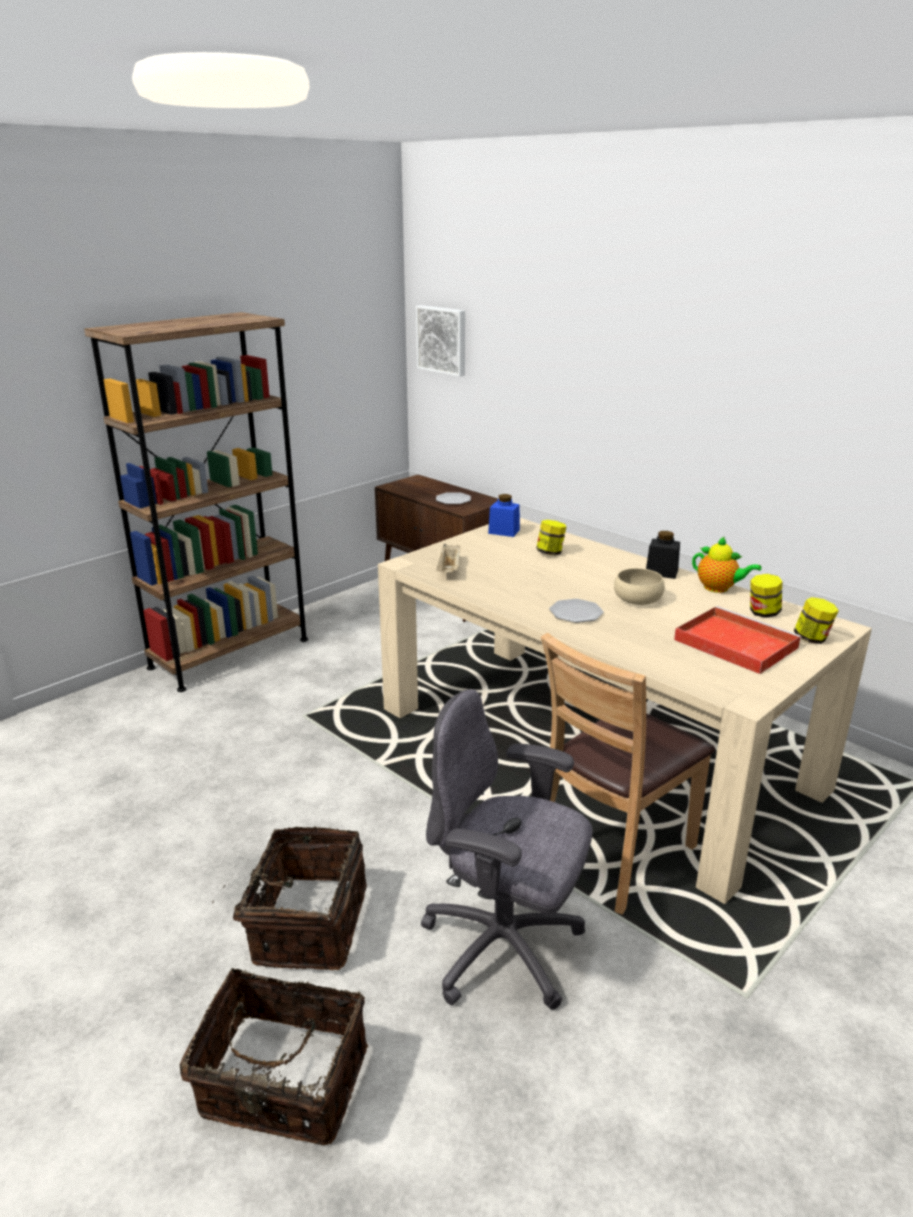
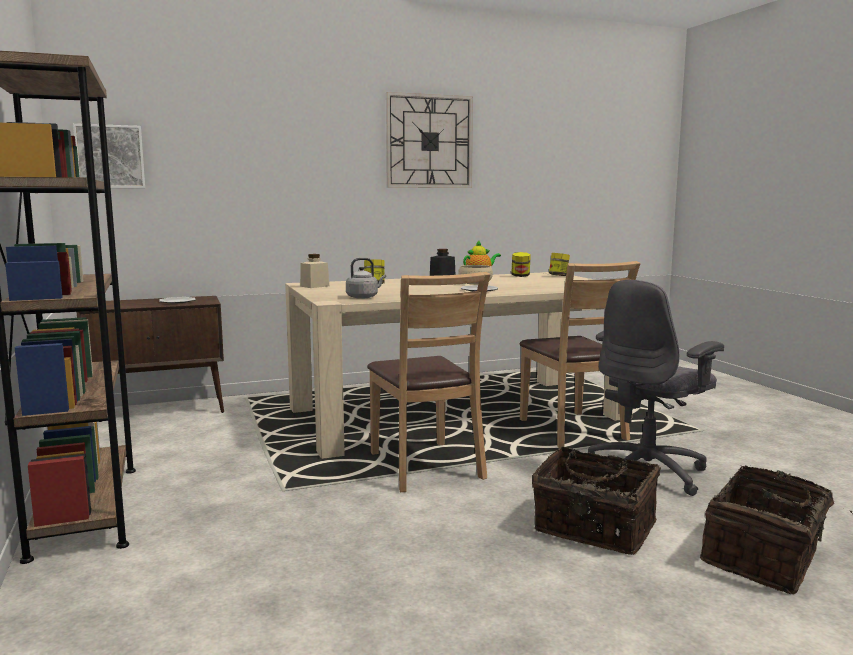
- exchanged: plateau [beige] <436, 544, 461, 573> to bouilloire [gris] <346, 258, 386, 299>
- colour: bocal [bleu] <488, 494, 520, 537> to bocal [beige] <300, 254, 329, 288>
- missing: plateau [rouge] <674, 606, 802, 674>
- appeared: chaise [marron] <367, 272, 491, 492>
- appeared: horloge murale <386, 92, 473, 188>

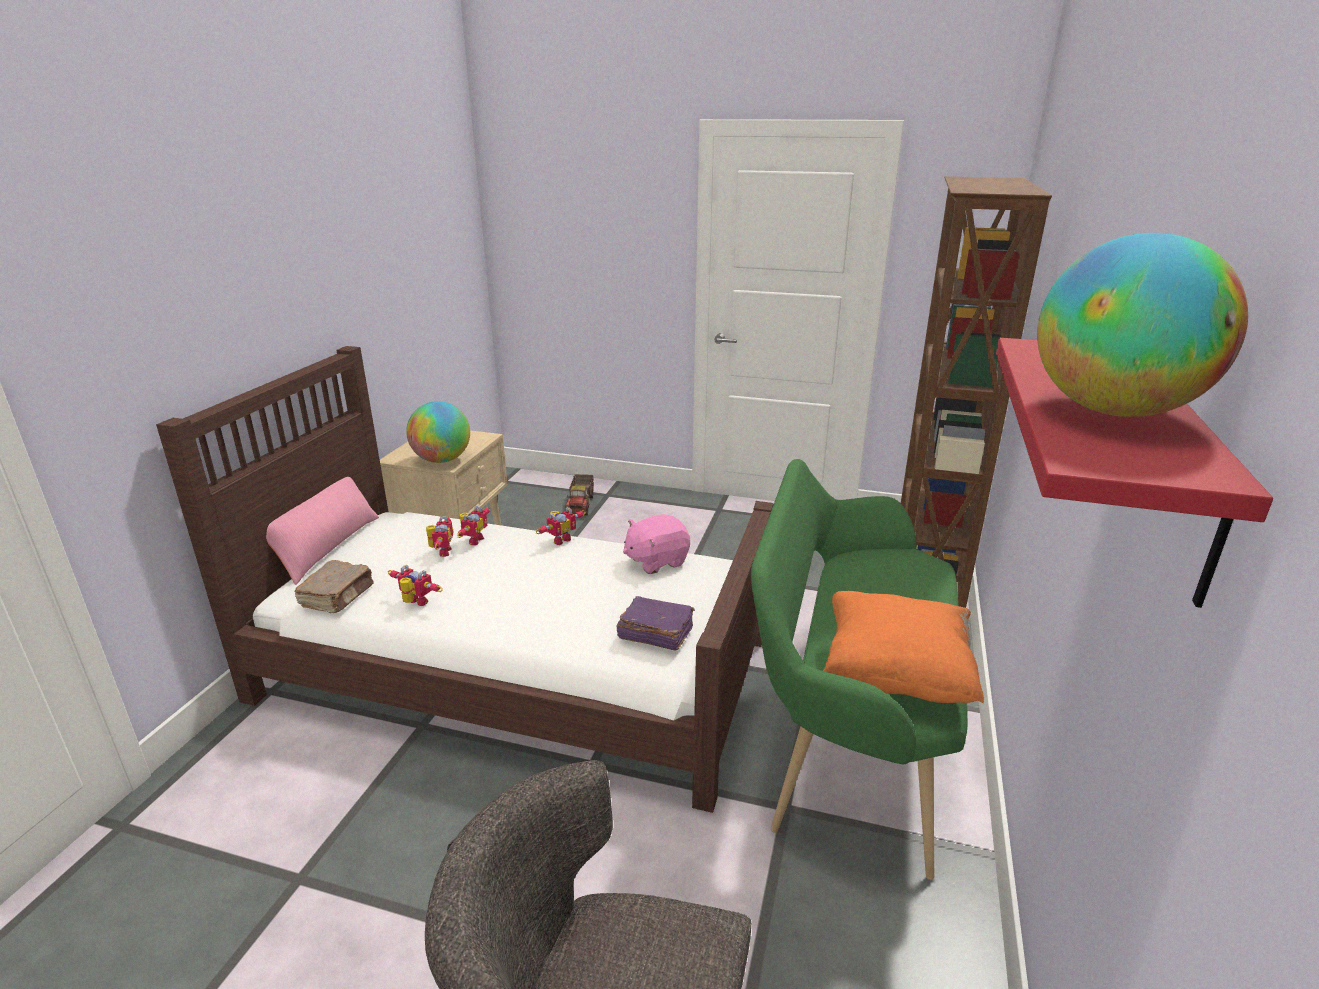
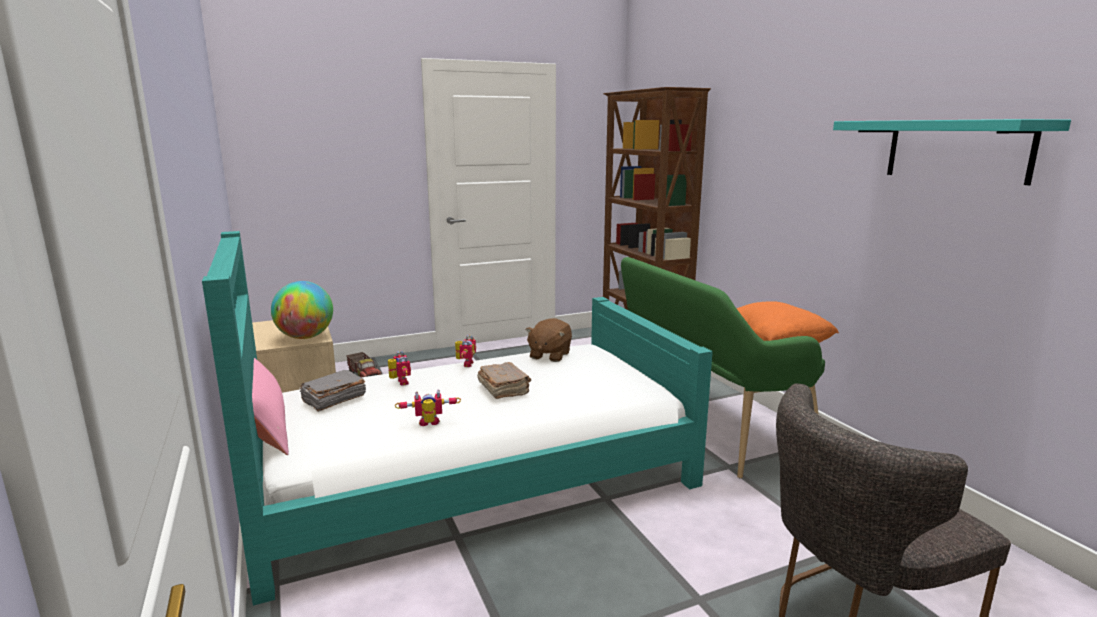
- colour: lit [marron] <156, 346, 773, 813> to lit [turquoise] <202, 231, 713, 606>
- relocated: livre [marron] <294, 560, 374, 613> to <477, 362, 531, 399>
- missing: robot jouet <426, 516, 453, 557>
- missing: livre [violet] <616, 596, 695, 651>
- colour: peluche [rose] <623, 514, 690, 574> to peluche [marron] <525, 318, 572, 362>
- colour: étagère [rouge] <996, 338, 1273, 608> to étagère [turquoise] <833, 119, 1071, 185>
- missing: globe <1037, 233, 1248, 417>
- appeared: livre [gris] <299, 370, 366, 412>

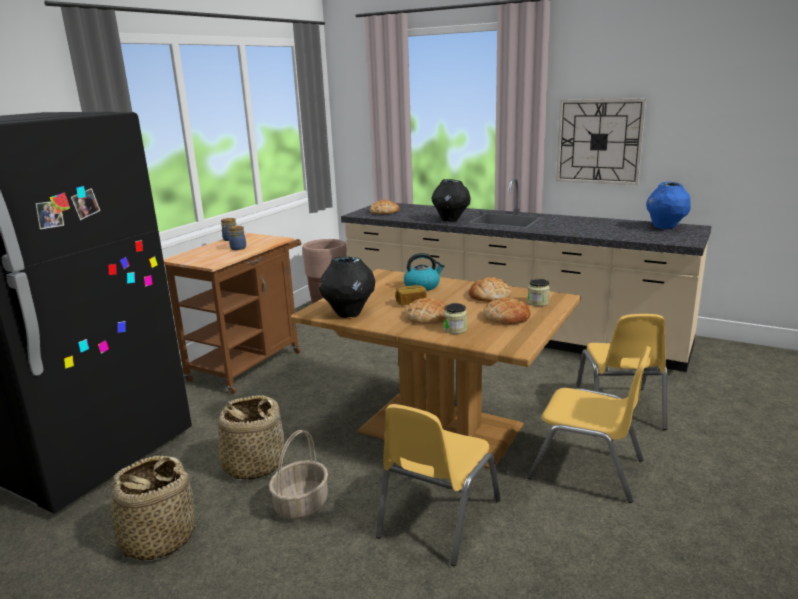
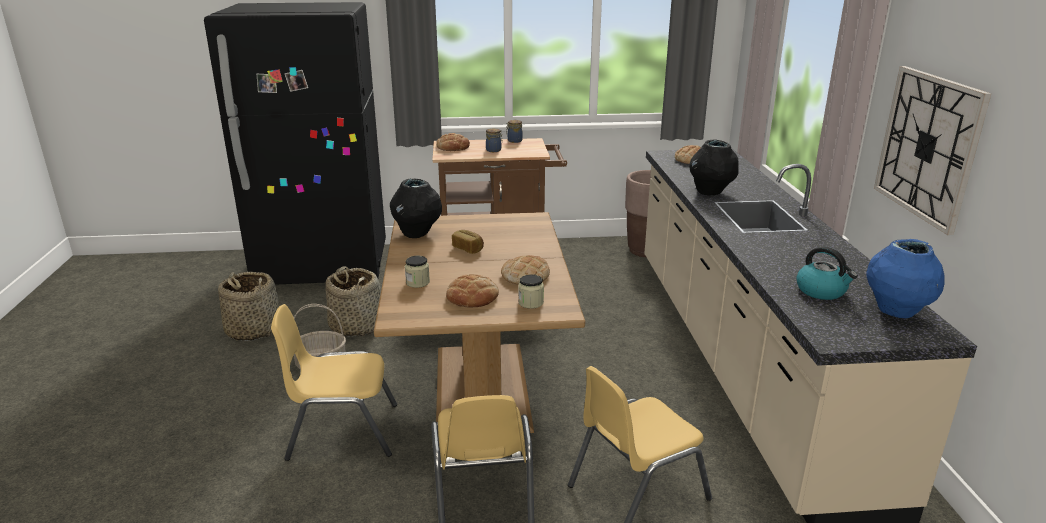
- relocated: bouilloire <404, 253, 445, 291> to <796, 246, 858, 300>
- relocated: pain <405, 297, 446, 324> to <436, 133, 470, 151>

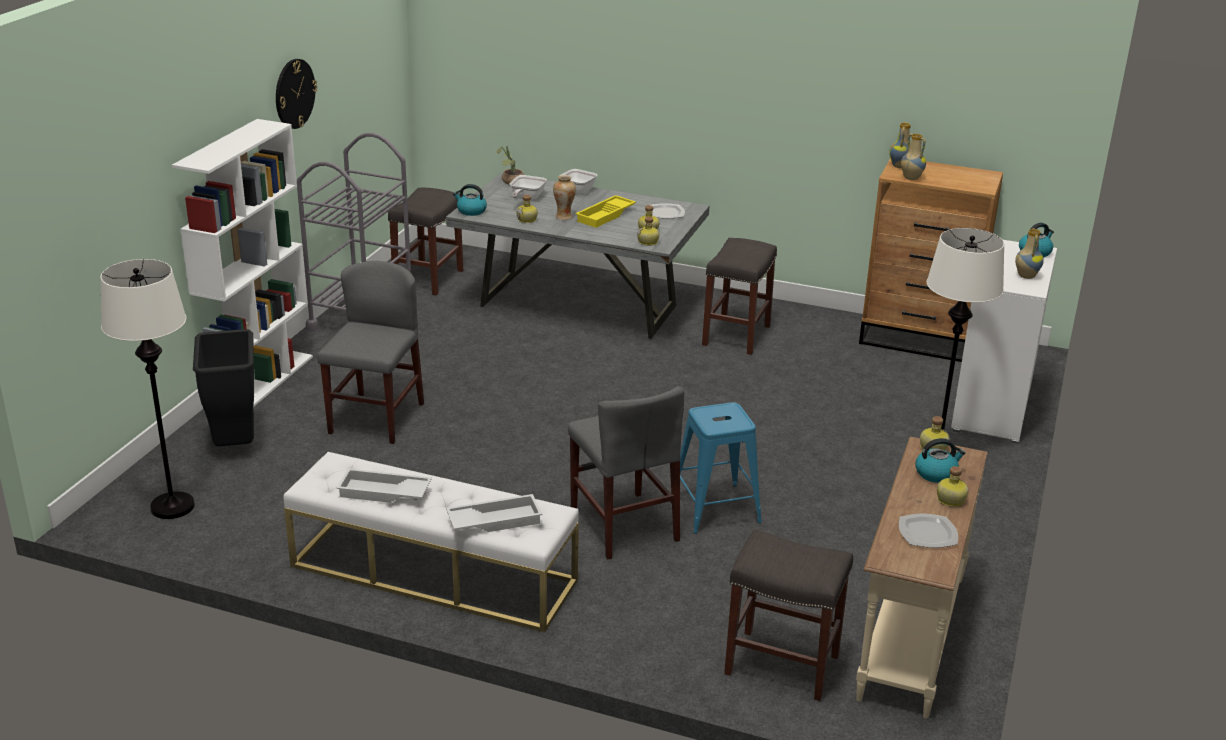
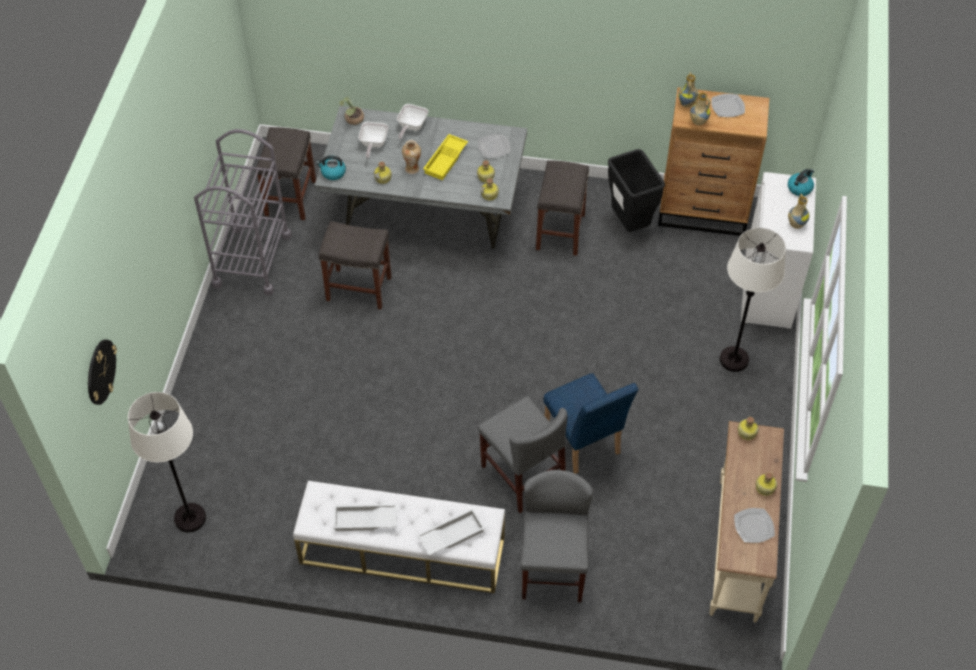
- missing: bibliothèque [blanc] <172, 119, 313, 407>
- relocated: poubelle [noir] <193, 329, 255, 447> to <608, 149, 665, 232>
- relocated: horloge murale <276, 59, 317, 129> to <88, 339, 117, 405>
- relocated: chaise [gris] <317, 261, 424, 444> to <521, 470, 593, 602>
- exchanged: tabouret [bleu] <680, 402, 762, 534> to chaise [bleu] <543, 373, 639, 474>
- relocated: tabouret [gris] <724, 529, 853, 701> to <319, 221, 392, 310>
- missing: bouilloire <915, 438, 965, 483>
- appeared: assiette <711, 94, 745, 117>

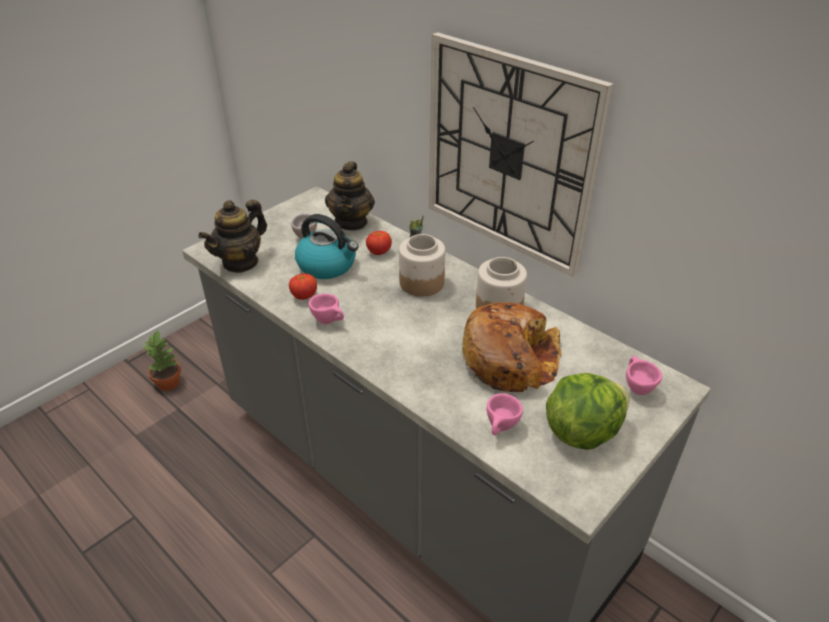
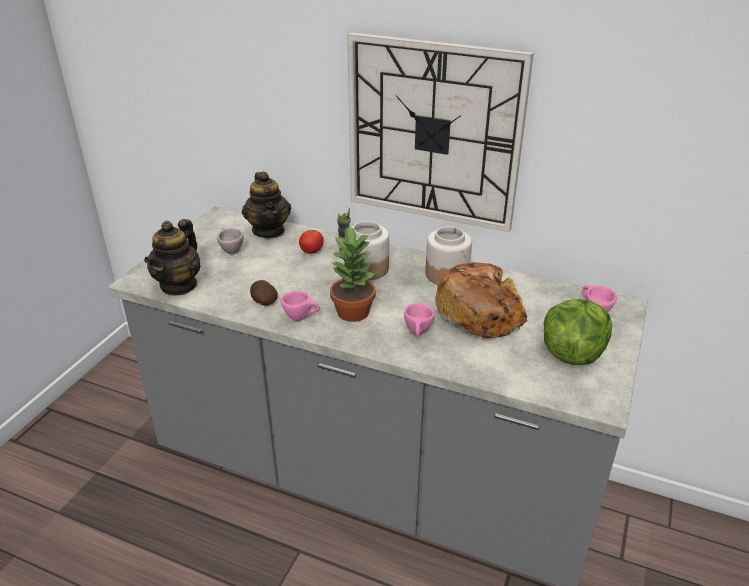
- relocated: plante en pot <142, 331, 181, 391> to <330, 224, 375, 322>
- exchanged: tomate <289, 274, 317, 300> to pomme de terre <250, 280, 278, 306>
- missing: bouilloire <295, 214, 358, 279>
- relocated: tasse [rose] <487, 393, 523, 435> to <404, 303, 435, 336>

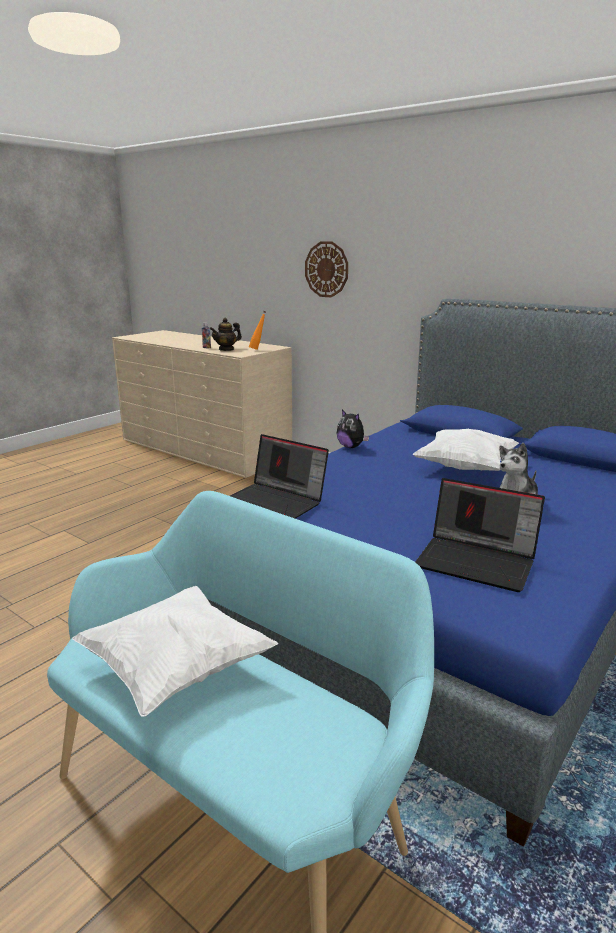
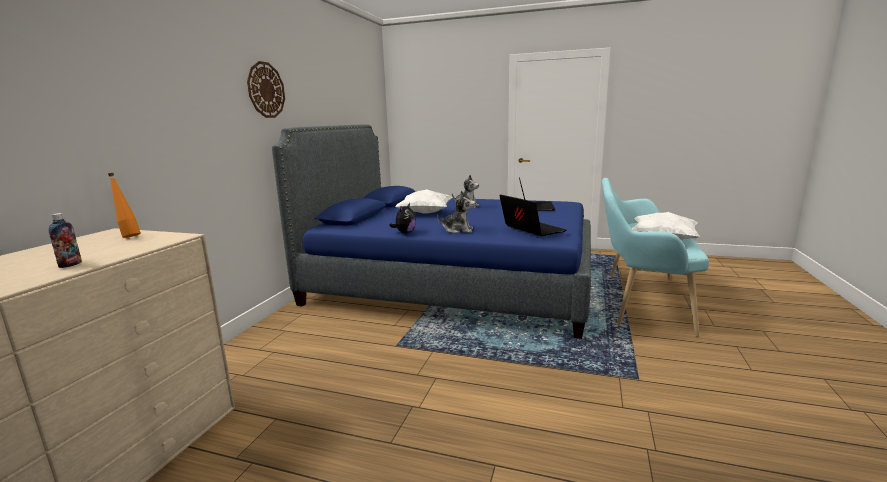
- missing: théière <210, 318, 242, 351>
- spun: ordinateur portable <230, 434, 329, 519> = <500, 194, 566, 236> 45 degrees counterclockwise
- relocated: horloge murale <305, 241, 348, 297> to <247, 61, 285, 118>
- appeared: peluche <437, 191, 475, 234>

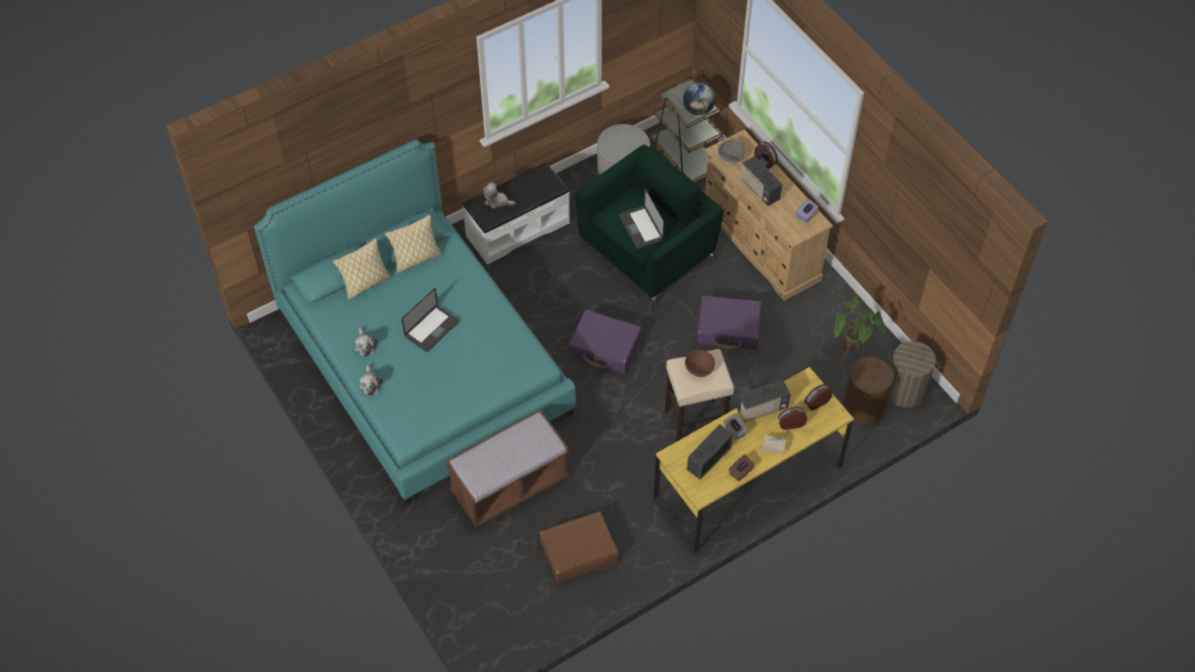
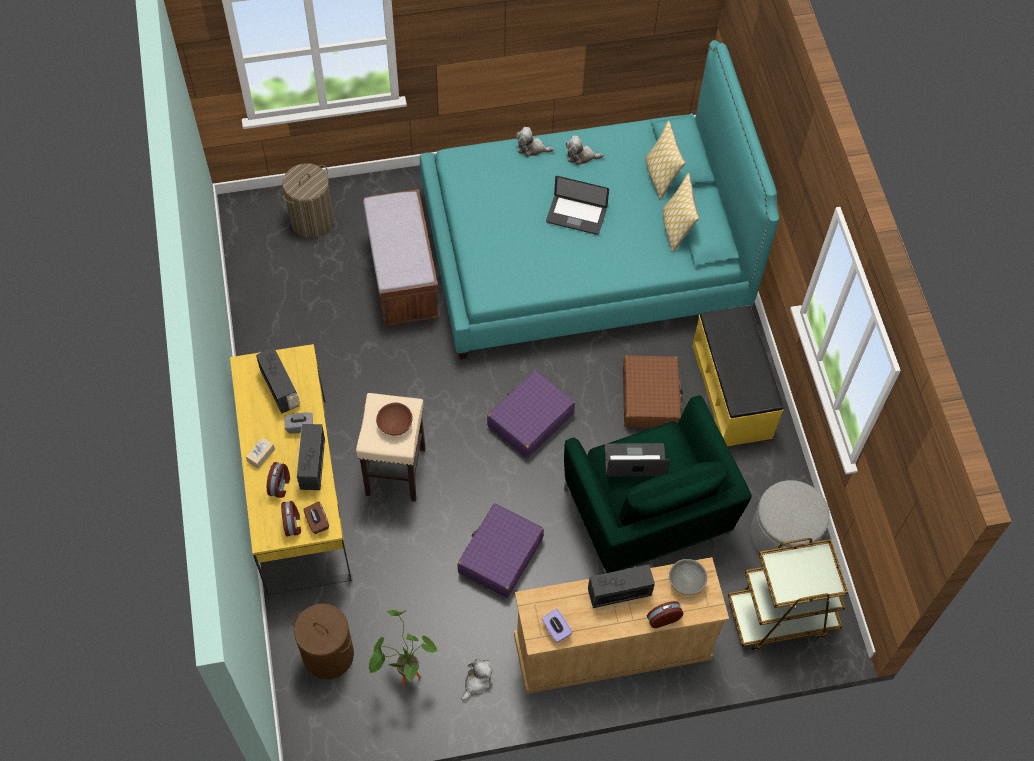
- spun: ordinateur portable <402, 288, 459, 352> = <546, 176, 609, 235> 45 degrees counterclockwise
- colour: banc [blanc] <462, 163, 570, 265> to banc [jaune] <692, 305, 783, 446>
- relocated: peluche <483, 183, 516, 209> to <461, 658, 493, 700>
- relocated: valise [marron] <540, 511, 618, 583> to <623, 355, 683, 428>
- missing: globe <683, 82, 716, 115>
- relocated: boîte à mouchoirs [marron] <729, 454, 755, 481> to <303, 501, 329, 534>
- relocated: panier à linge <888, 341, 940, 408> to <282, 163, 334, 238>

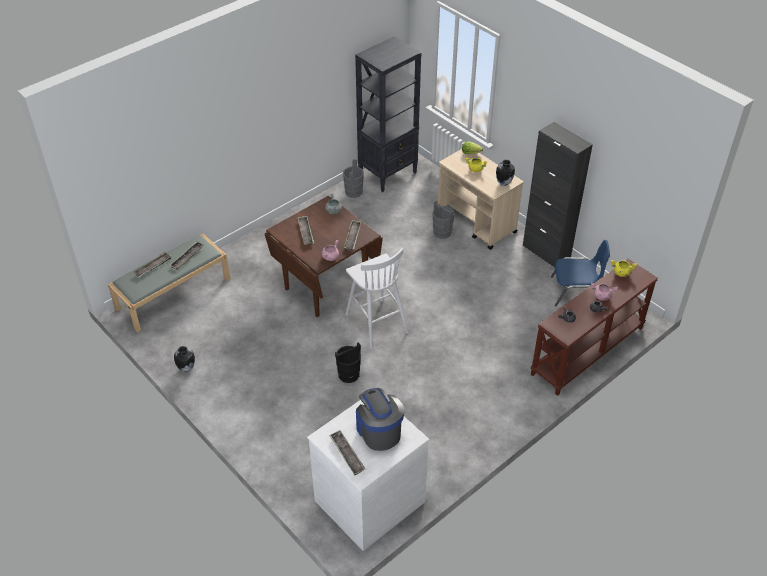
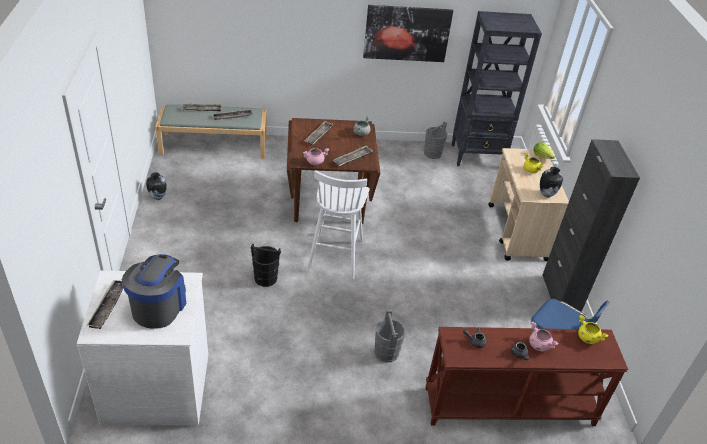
- relocated: seau [gris] <432, 201, 455, 239> to <375, 310, 405, 363>
- appeared: tableau <363, 5, 453, 62>

